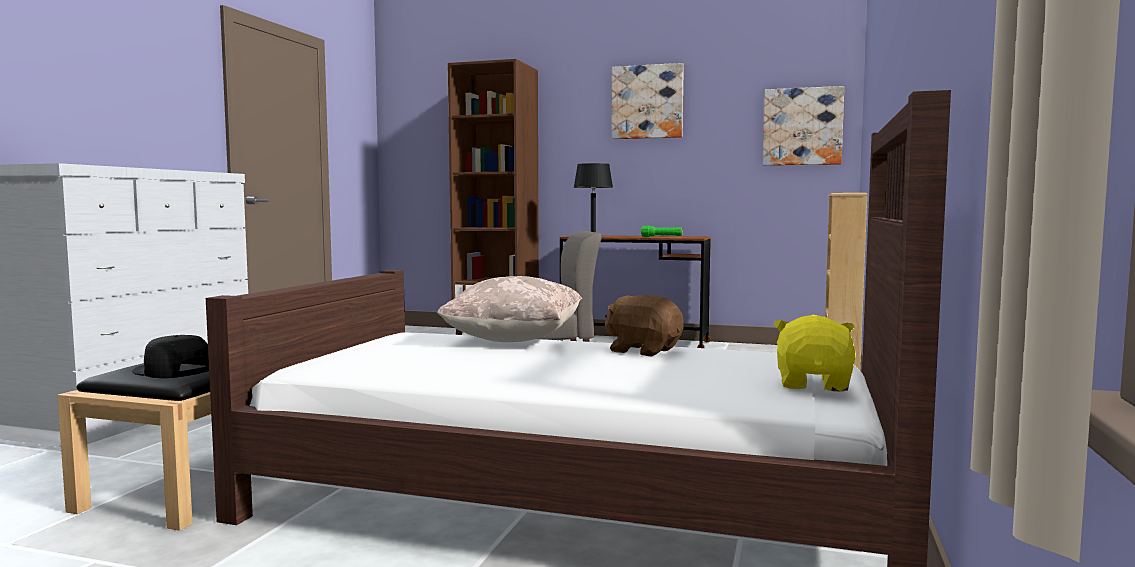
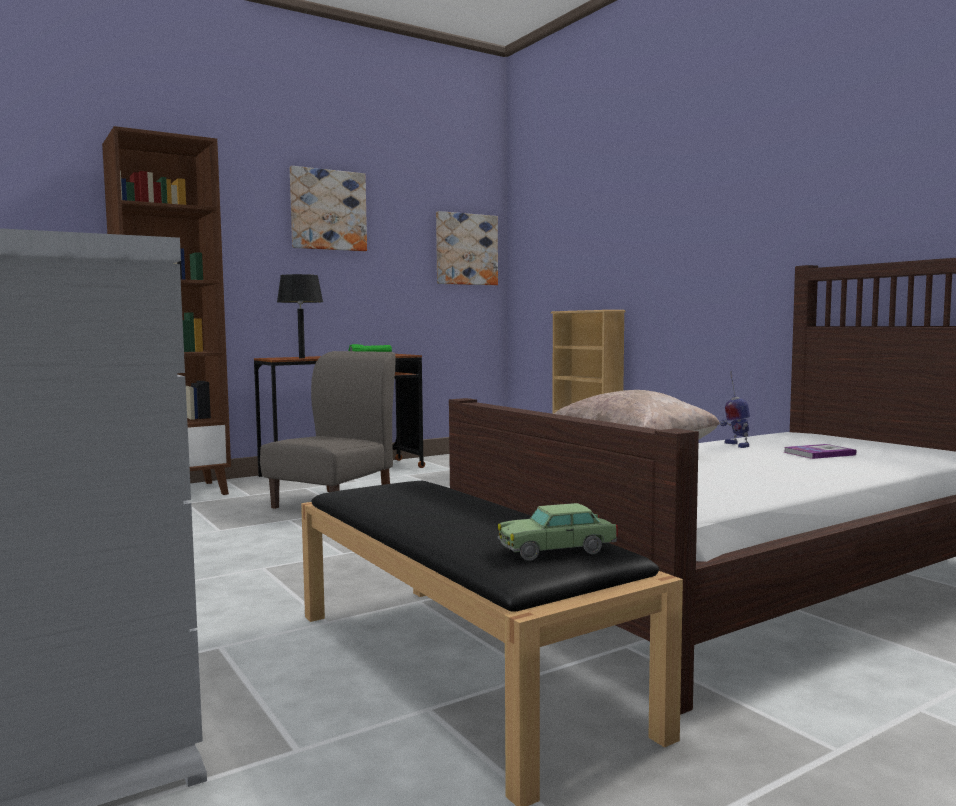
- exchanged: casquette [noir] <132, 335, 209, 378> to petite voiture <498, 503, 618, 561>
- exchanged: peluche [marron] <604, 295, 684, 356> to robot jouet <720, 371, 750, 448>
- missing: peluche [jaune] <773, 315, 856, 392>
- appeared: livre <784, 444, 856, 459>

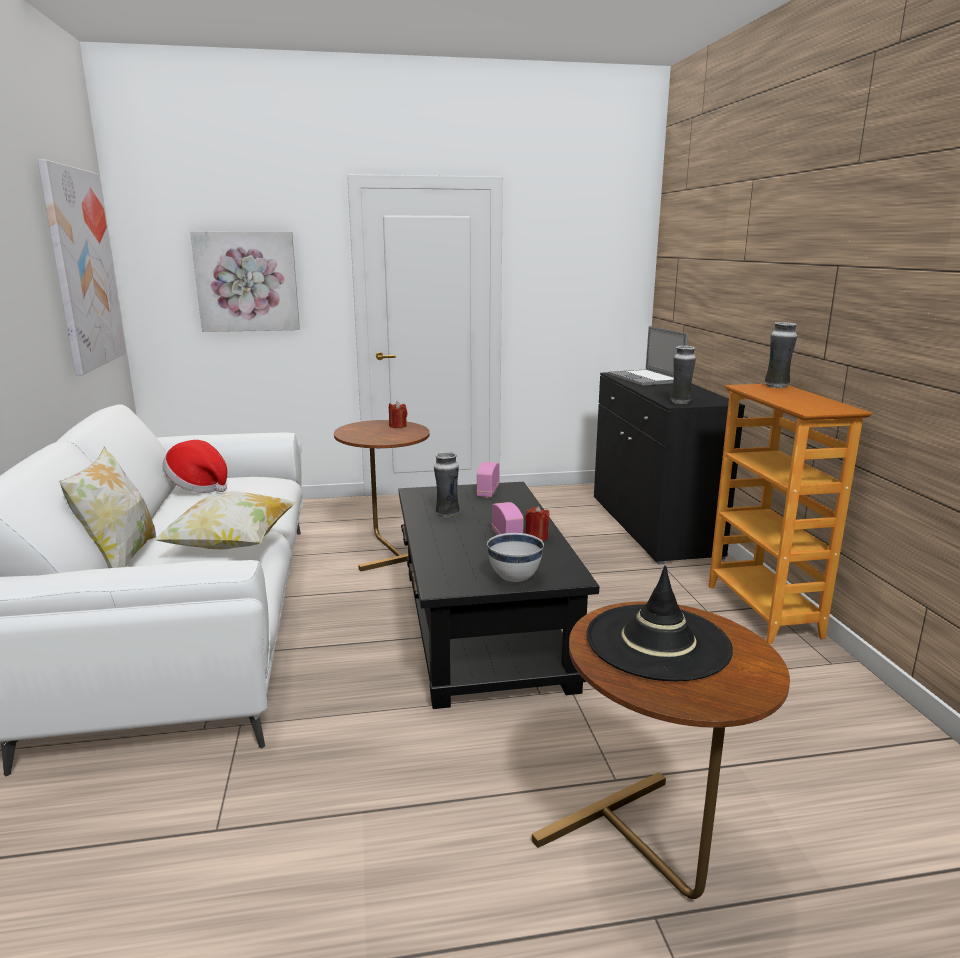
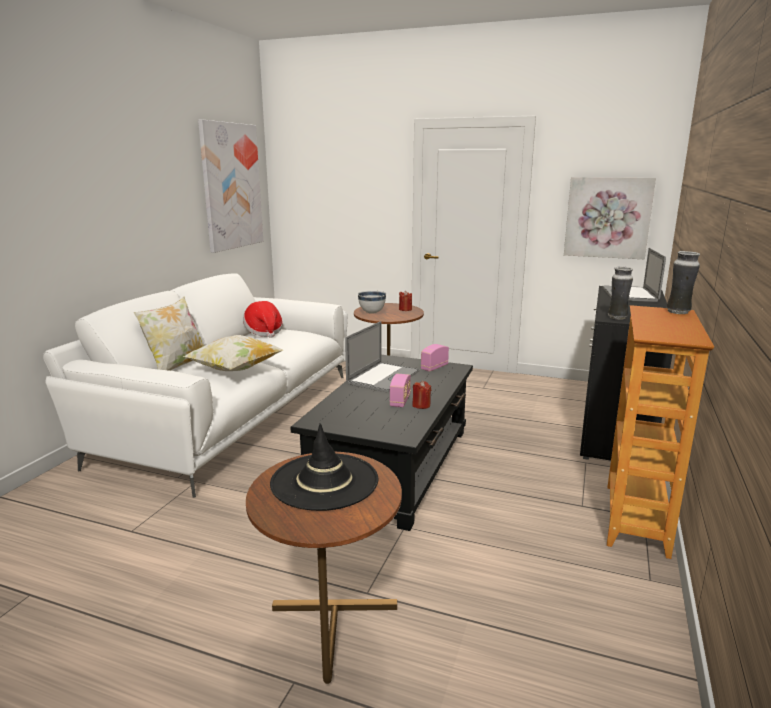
- relocated: tableau <190, 232, 300, 332> to <564, 177, 656, 259>
- exchanged: vase <434, 452, 460, 518> to ordinateur portable <345, 321, 420, 392>
- relocated: bol [blanc] <487, 533, 544, 582> to <358, 291, 386, 314>

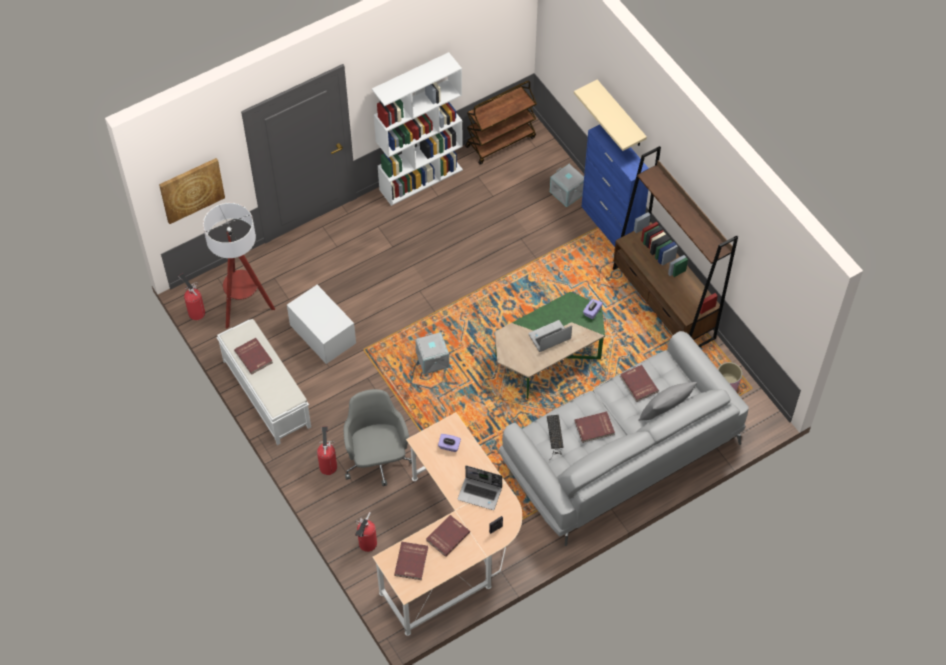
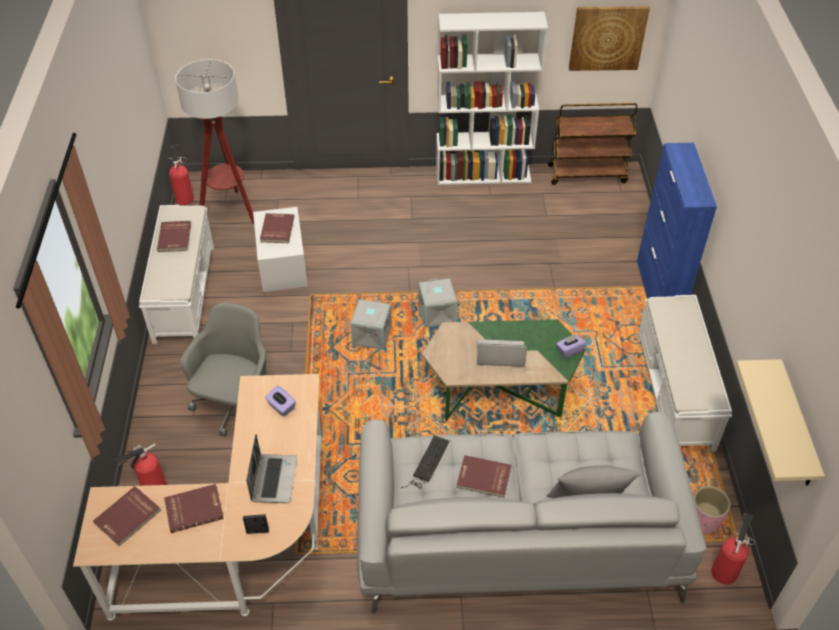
- relocated: tableau <159, 158, 225, 224> to <569, 6, 650, 71>
- relocated: extincteur <317, 426, 337, 475> to <711, 513, 756, 585>
- spun: ordinateur portable <458, 465, 502, 510> = <246, 434, 297, 503> 135 degrees counterclockwise
- relocated: boîte de rangement [gris] <550, 164, 584, 207> to <418, 278, 457, 328>
- relocated: étagère [beige] <574, 80, 647, 151> to <736, 359, 825, 486>
- exchanged: bibliothèque [marron] <613, 146, 738, 347> to banc [blanc] <637, 295, 732, 452>
- relocated: livre [rouge] <620, 365, 659, 402> to <260, 213, 294, 243>

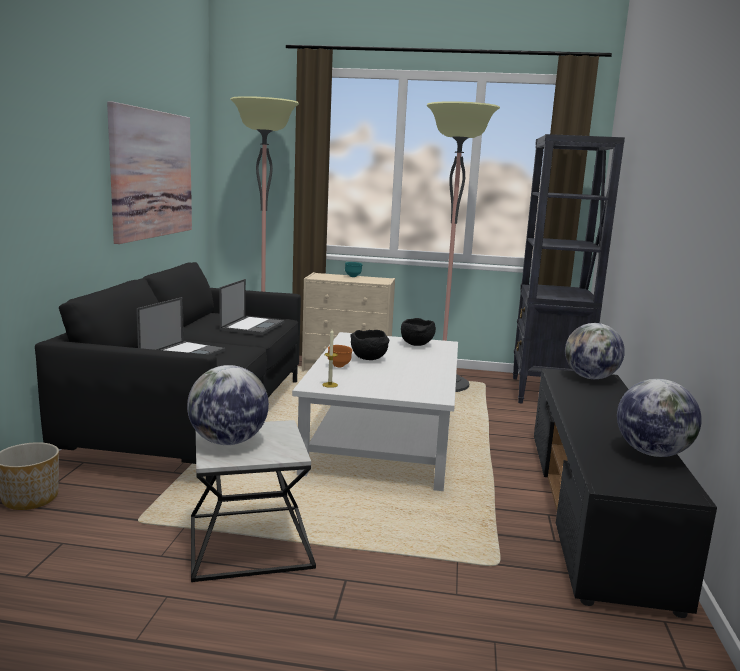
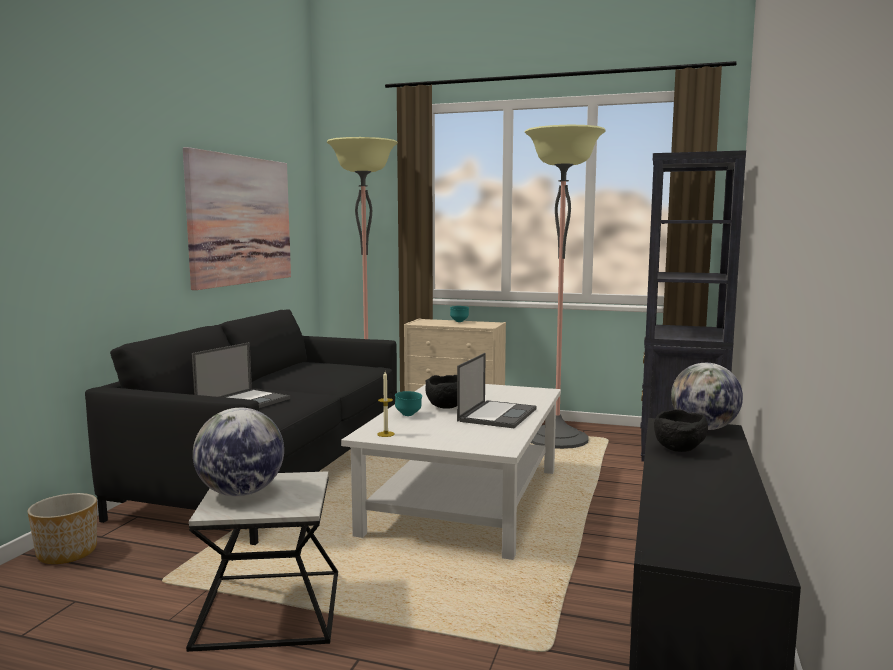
- relocated: ordinateur portable <219, 279, 284, 335> to <457, 353, 537, 428>
- colour: bol [orange] <328, 345, 353, 368> to bol [turquoise] <395, 391, 422, 416>
- relocated: bol [noir] <401, 318, 436, 346> to <654, 409, 708, 452>
- missing: globe <617, 379, 702, 457>

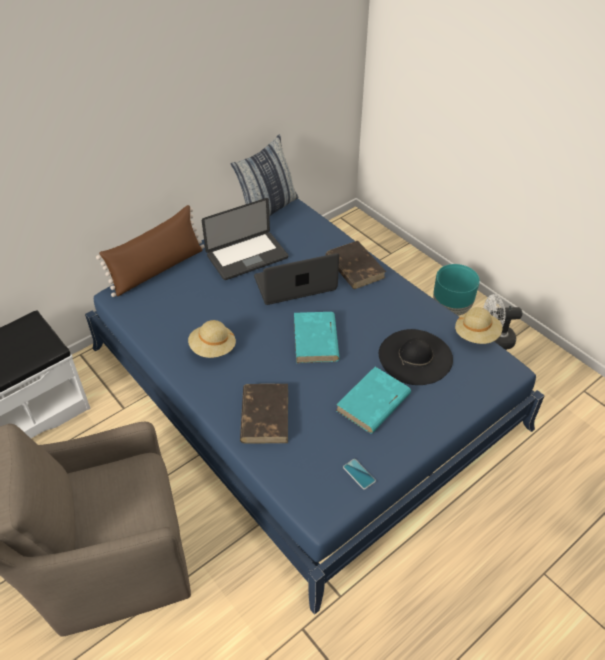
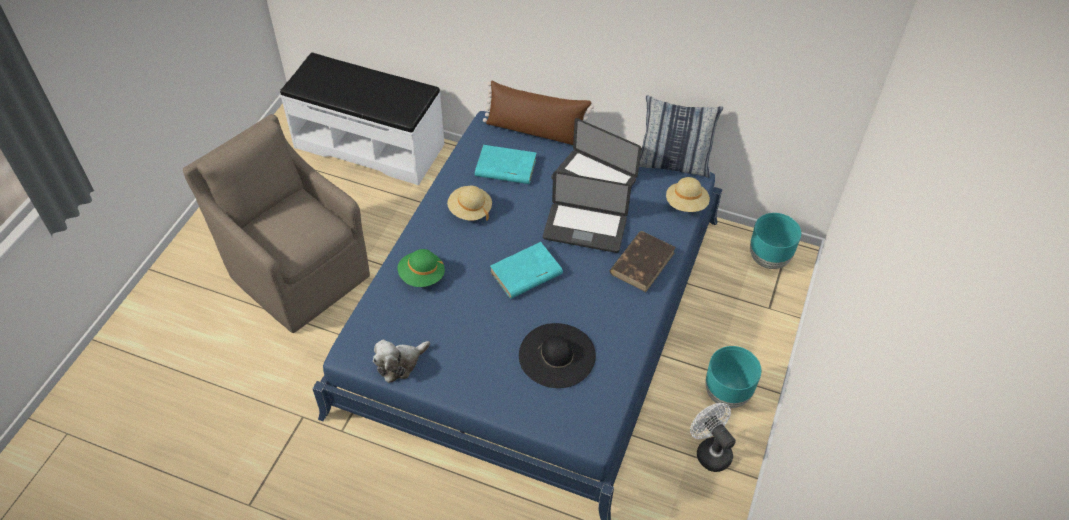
- exchanged: livre [marron] <240, 384, 288, 444> to chapeau [vert] <398, 249, 445, 287>
- spun: ordinateur portable <254, 253, 339, 305> = <543, 171, 631, 253> 150 degrees clockwise
- relocated: livre [turquoise] <336, 367, 411, 434> to <475, 145, 537, 184>
- exchanged: téléphone <343, 459, 376, 490> to peluche <373, 339, 430, 383>
- relocated: chapeau [beige] <455, 307, 503, 344> to <666, 177, 710, 212>
- appeared: cache-pot [turquoise] <750, 213, 801, 269>

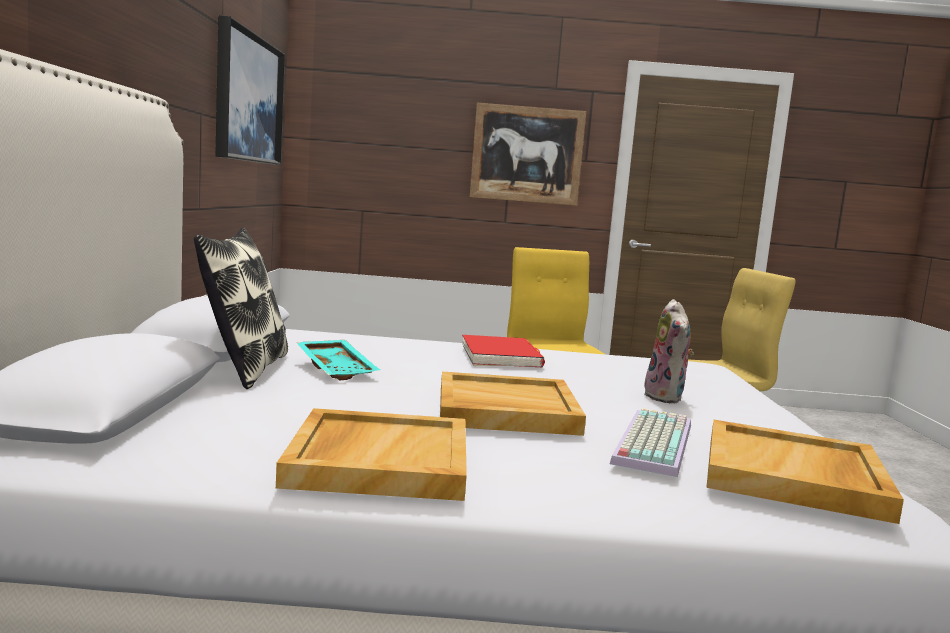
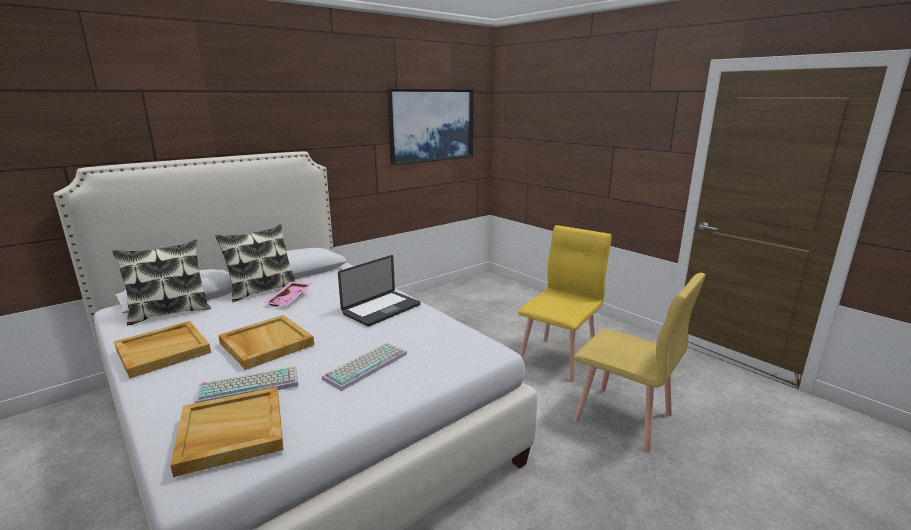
- colour: plateau [turquoise] <296, 340, 380, 380> to plateau [rose] <265, 282, 312, 307>
- exchanged: livre [rouge] <462, 335, 545, 367> to ordinateur portable <338, 255, 421, 327>
- missing: tableau <470, 103, 586, 206>
- exchanged: peluche <644, 299, 694, 404> to clavier <322, 343, 407, 391>
- appeared: coussin <112, 239, 211, 325>

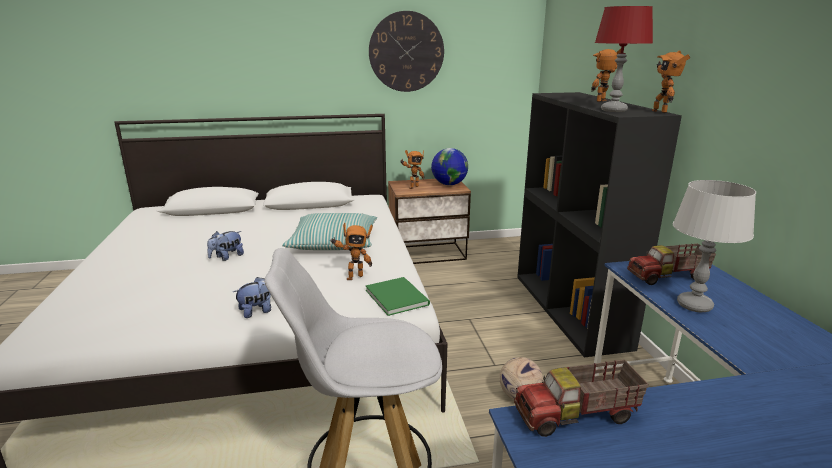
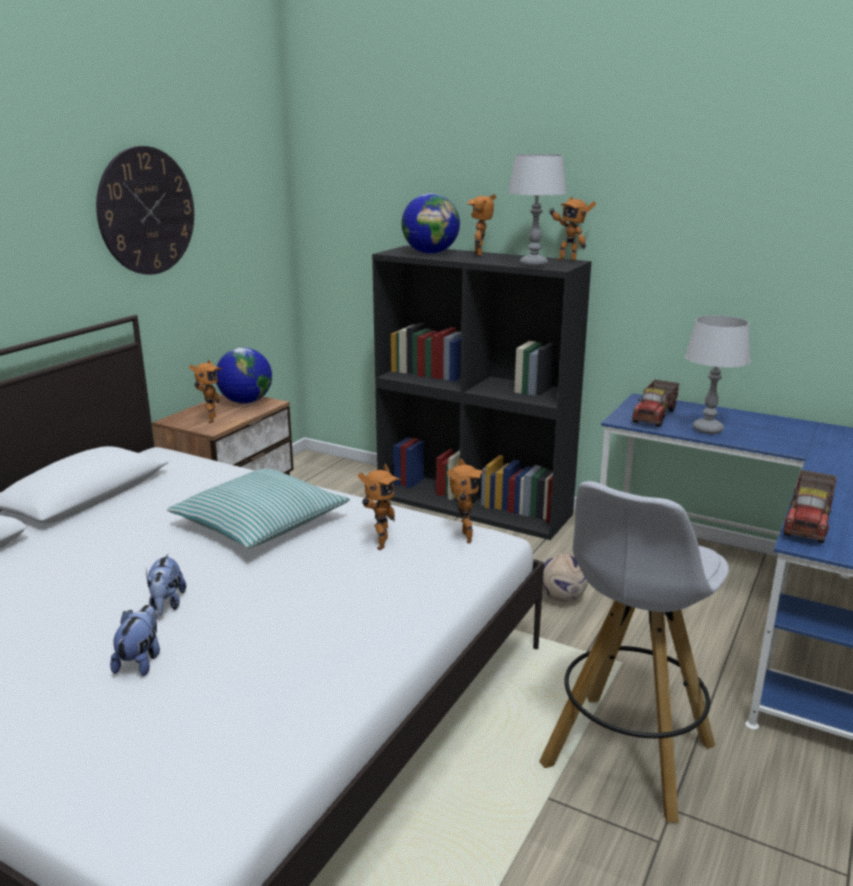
- relocated: peluche <233, 277, 271, 318> to <110, 605, 160, 676>
- exchanged: livre [vert] <366, 277, 430, 316> to robot jouet <447, 459, 484, 544>
- colour: lampe de table [rouge] <595, 6, 653, 112> to lampe de table [gris] <508, 154, 567, 267>
- appeared: globe <401, 193, 460, 254>

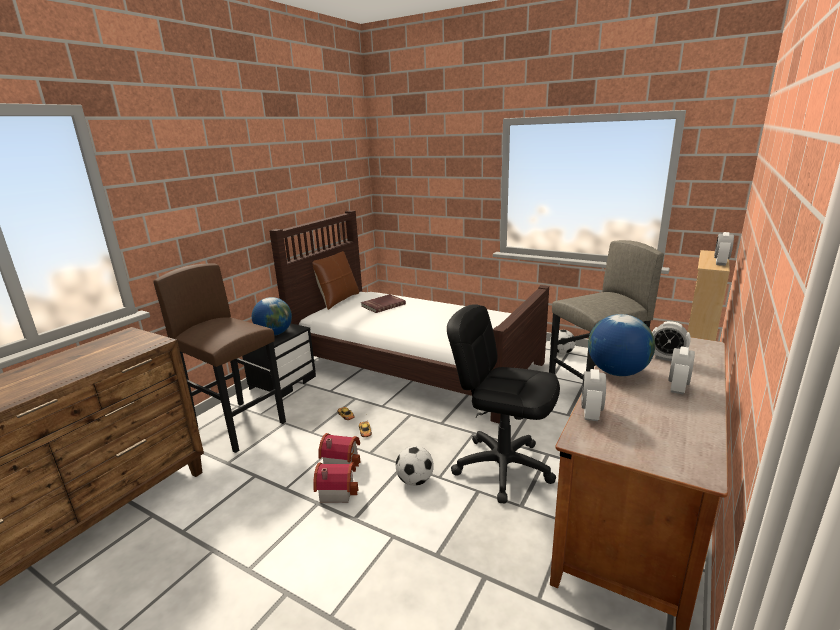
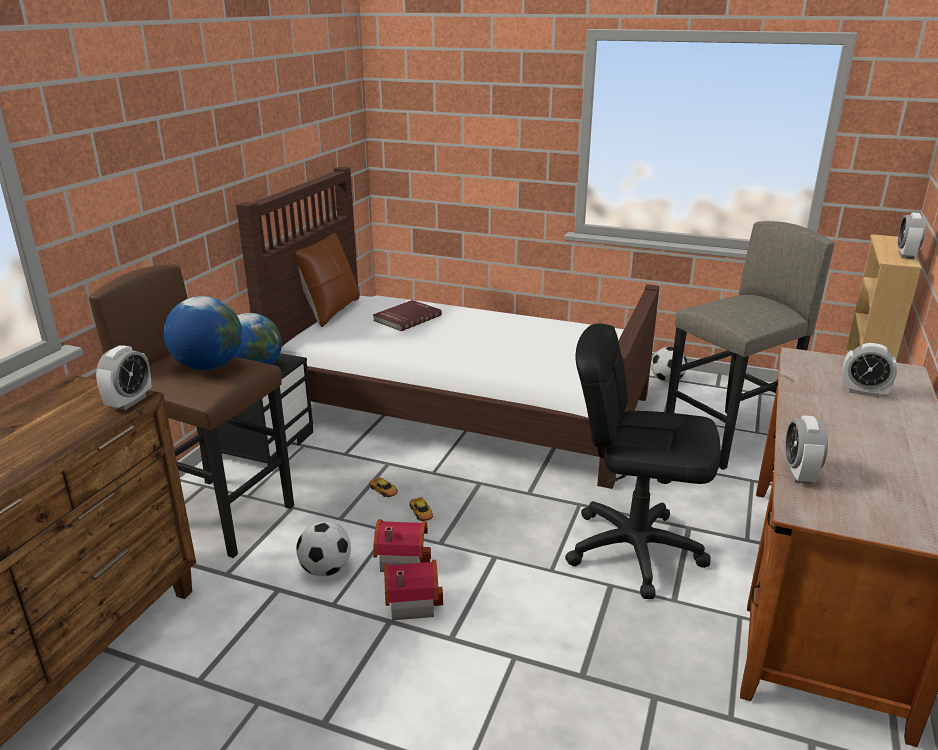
- relocated: ballon de foot <396, 446, 434, 486> to <296, 522, 351, 576>
- relocated: globe <588, 314, 655, 376> to <164, 296, 242, 371>
- relocated: réveil <668, 346, 695, 395> to <96, 346, 152, 410>

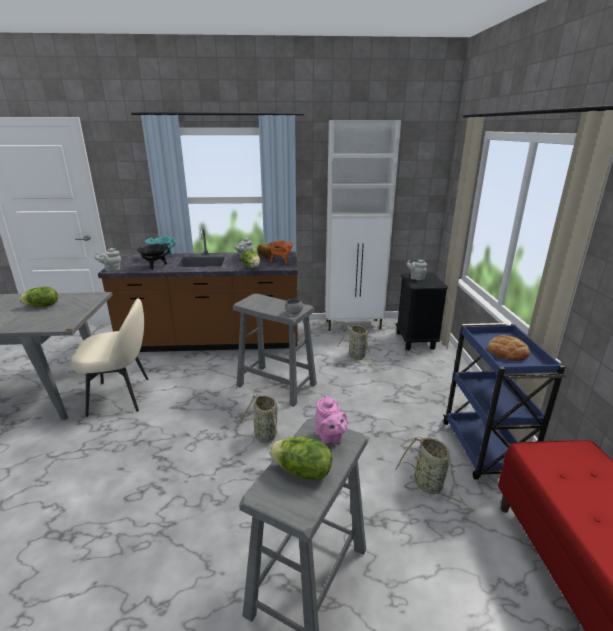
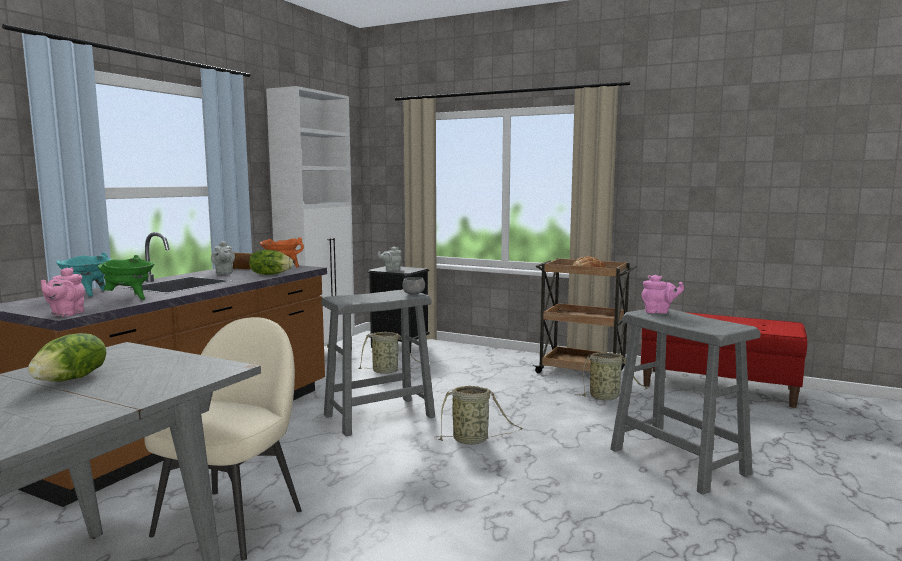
- colour: théière [gris] <94, 248, 121, 272> to théière [rose] <40, 267, 85, 317>
- colour: marmite [noir] <137, 243, 170, 270> to marmite [vert] <97, 255, 155, 300>
- missing: laitue <269, 437, 332, 480>
- colour: chariot [bleu] <443, 323, 566, 480> to chariot [marron] <533, 258, 637, 373>

